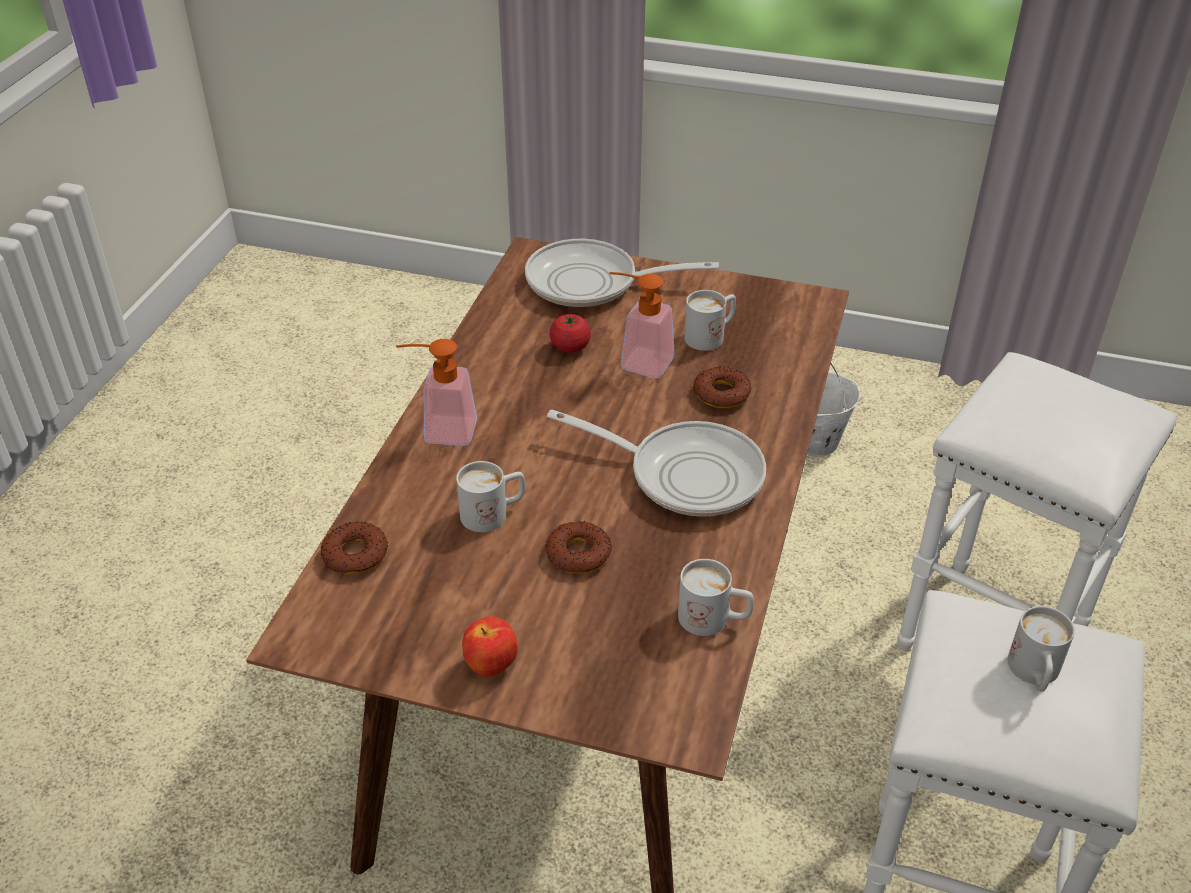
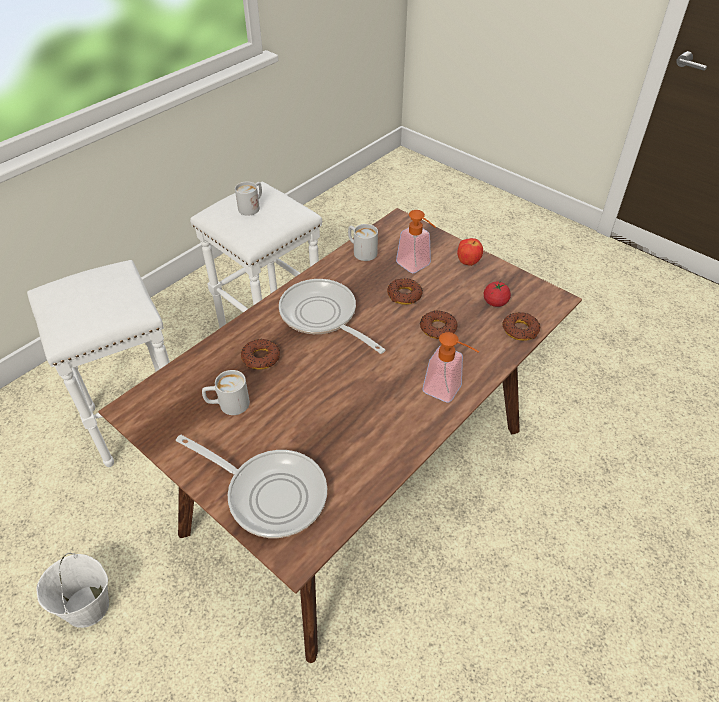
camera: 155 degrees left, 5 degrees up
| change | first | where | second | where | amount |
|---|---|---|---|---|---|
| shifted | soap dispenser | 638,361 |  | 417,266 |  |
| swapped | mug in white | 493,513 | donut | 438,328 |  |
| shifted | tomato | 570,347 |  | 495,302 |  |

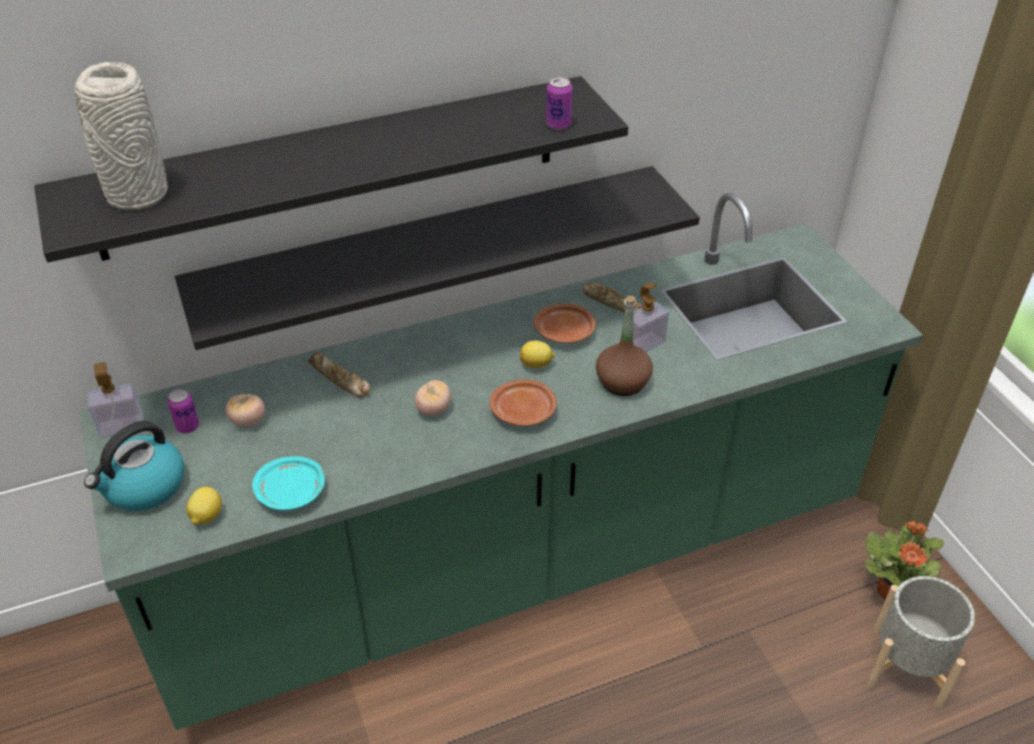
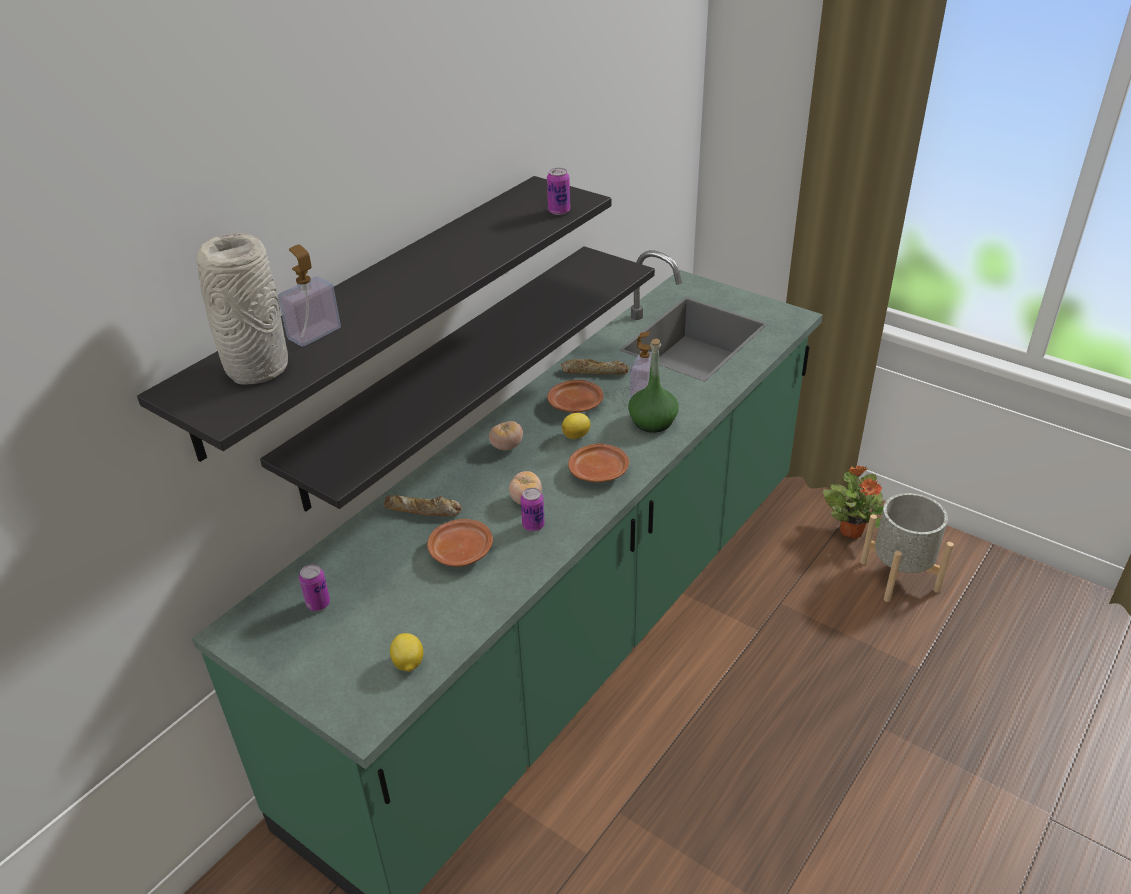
camera: 30 degrees left, 5 degrees down
| change | first | where | second | where | amount |
|---|---|---|---|---|---|
| shifted | soap dispenser | 121,426 |  | 314,333 |  |
| new |  |  | plate in brown | 461,551 |  |
| shifted | tomato | 248,421 |  | 506,446 |  |
| new |  |  | can | 533,525 |  |
| repainted | bottle in brown | 622,382 | bottle in green | 652,422 |  |
| gone | kettle | 144,487 |  |  |  |
| gone | plate in turquoise | 291,492 |  |  |  |

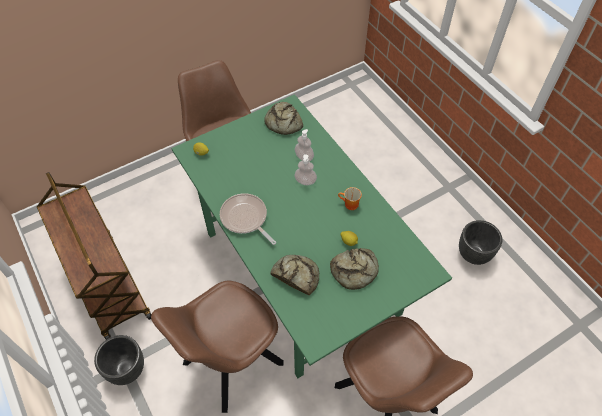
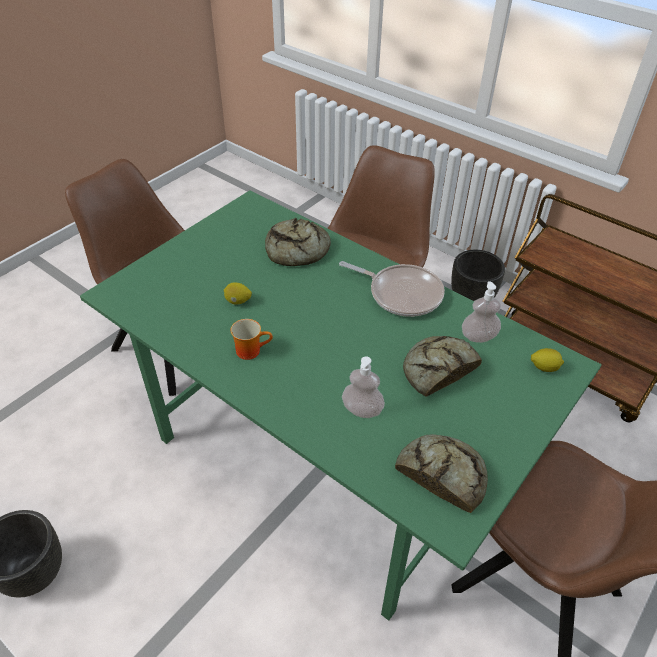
camera: 160 degrees right, 10 degrees down
| change | first | where | second | where | amount |
|---|---|---|---|---|---|
| shifted | bread | 355,271 |  | 437,369 |  |
| shifted | soap dispenser | 305,181 |  | 478,336 |  |

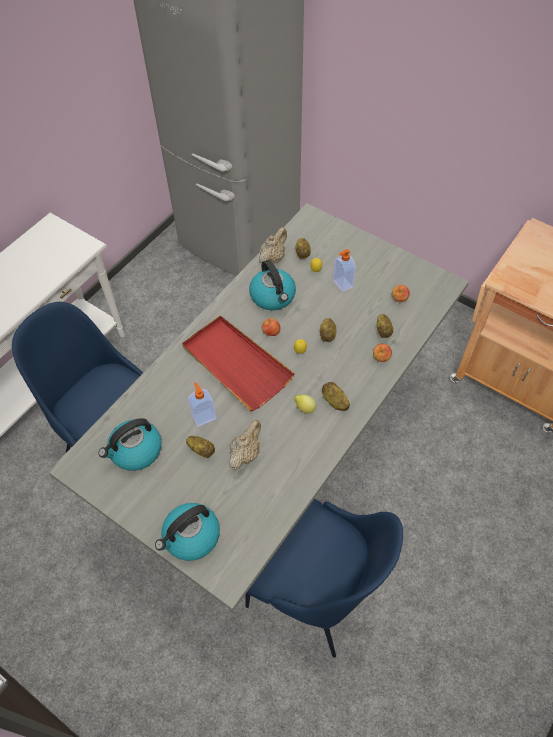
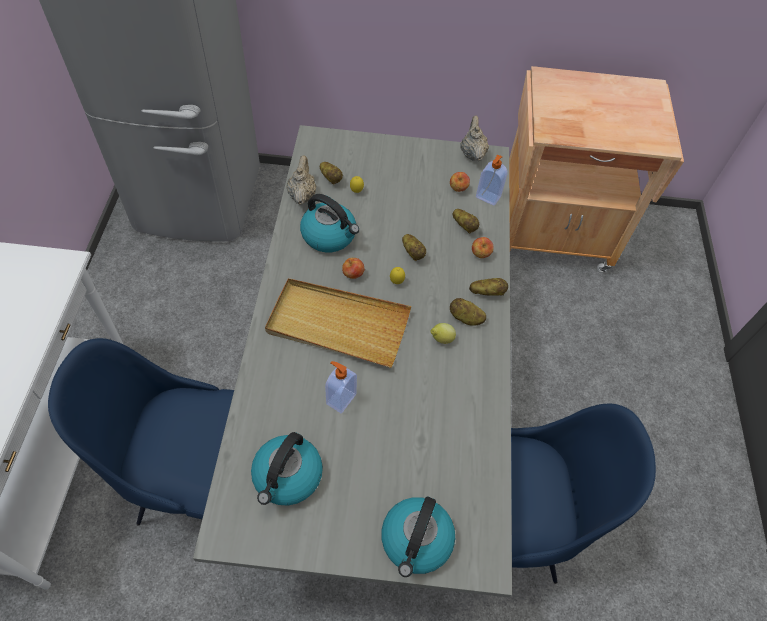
camera: 35 degrees left, 0 degrees up
| change | first | where | second | where | amount |
|---|---|---|---|---|---|
| repainted | tray in red | 236,364 | tray in beige | 337,325 |  |
| shifted | teapot in beige | 245,453 |  | 472,153 |  |
| shifted | potato | 201,450 |  | 487,292 |  |
| shifted | soap dispenser | 342,284 |  | 487,197 |  |

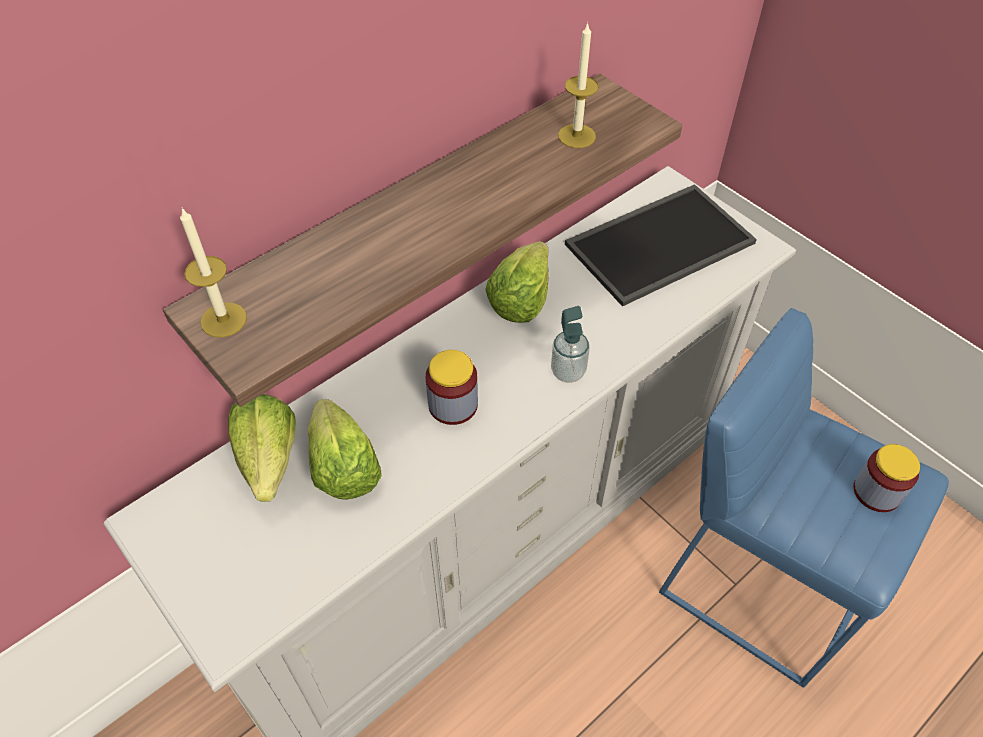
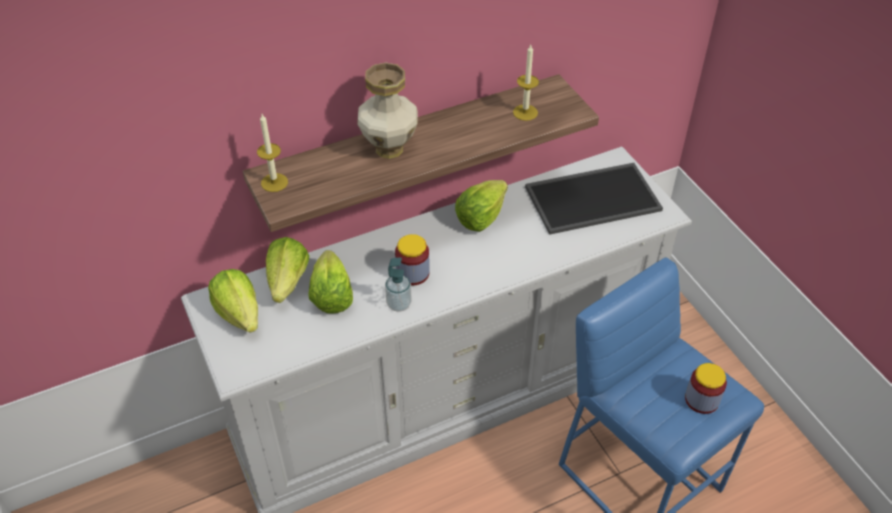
camera: 15 degrees right, 5 degrees down
| change | first | where | second | where | amount |
|---|---|---|---|---|---|
| new |  |  | lettuce | 239,313 |  |
| new |  |  | vase | 390,149 |  |
| shifted | soap dispenser | 568,371 |  | 399,304 |  |

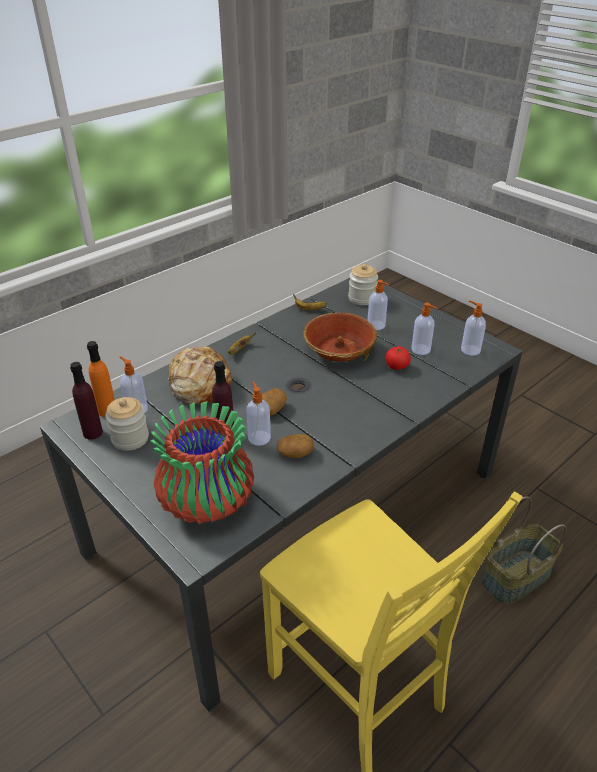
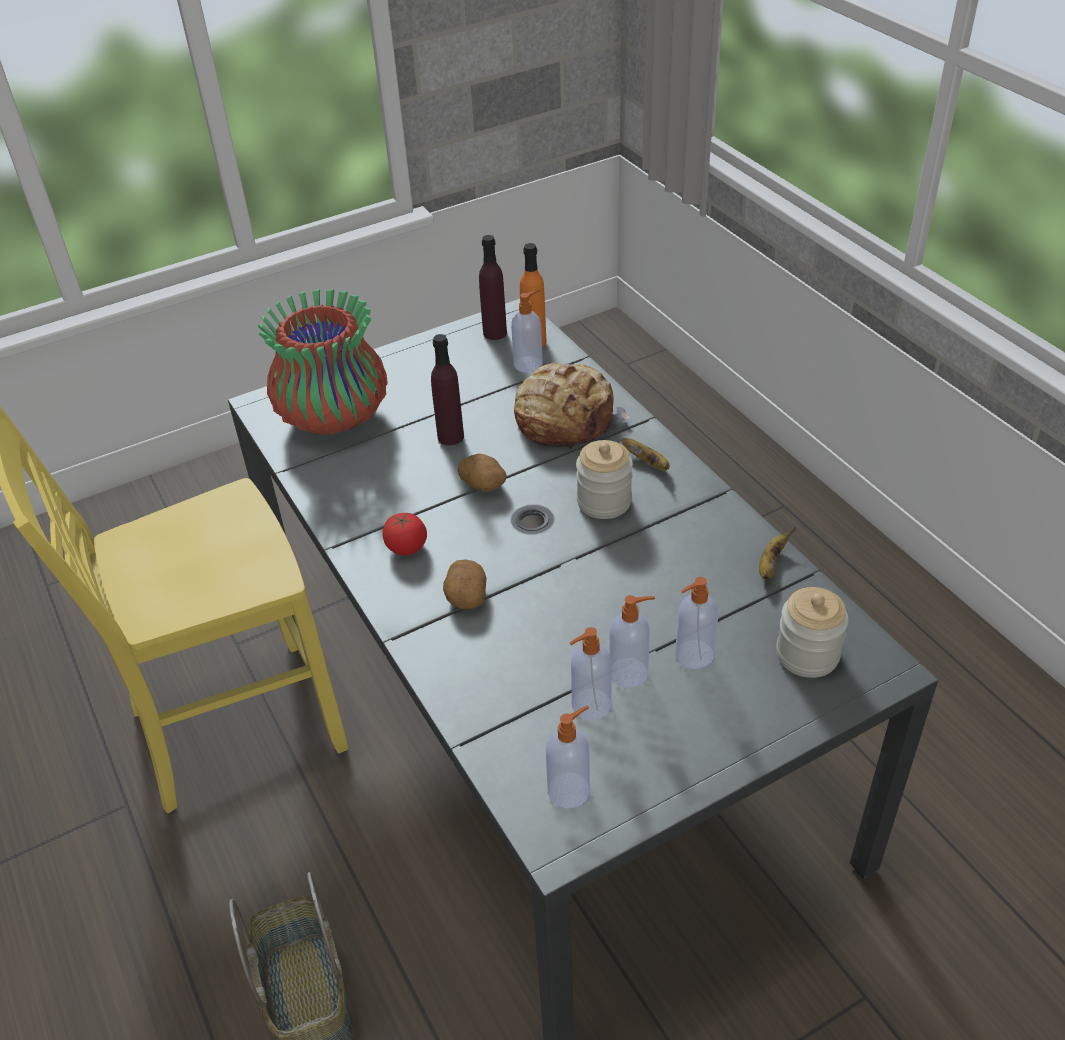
camera: 105 degrees right, 5 degrees up
| change | first | where | second | where | amount |
|---|---|---|---|---|---|
| shifted | tomato | 396,366 |  | 406,546 |  |
| shifted | potato | 295,453 |  | 466,595 |  |
| shifted | jar | 130,438 |  | 604,501 |  |
| shifted | soap dispenser | 259,437 |  | 630,672 |  |
| gone | bowl | 339,351 |  |  |  |

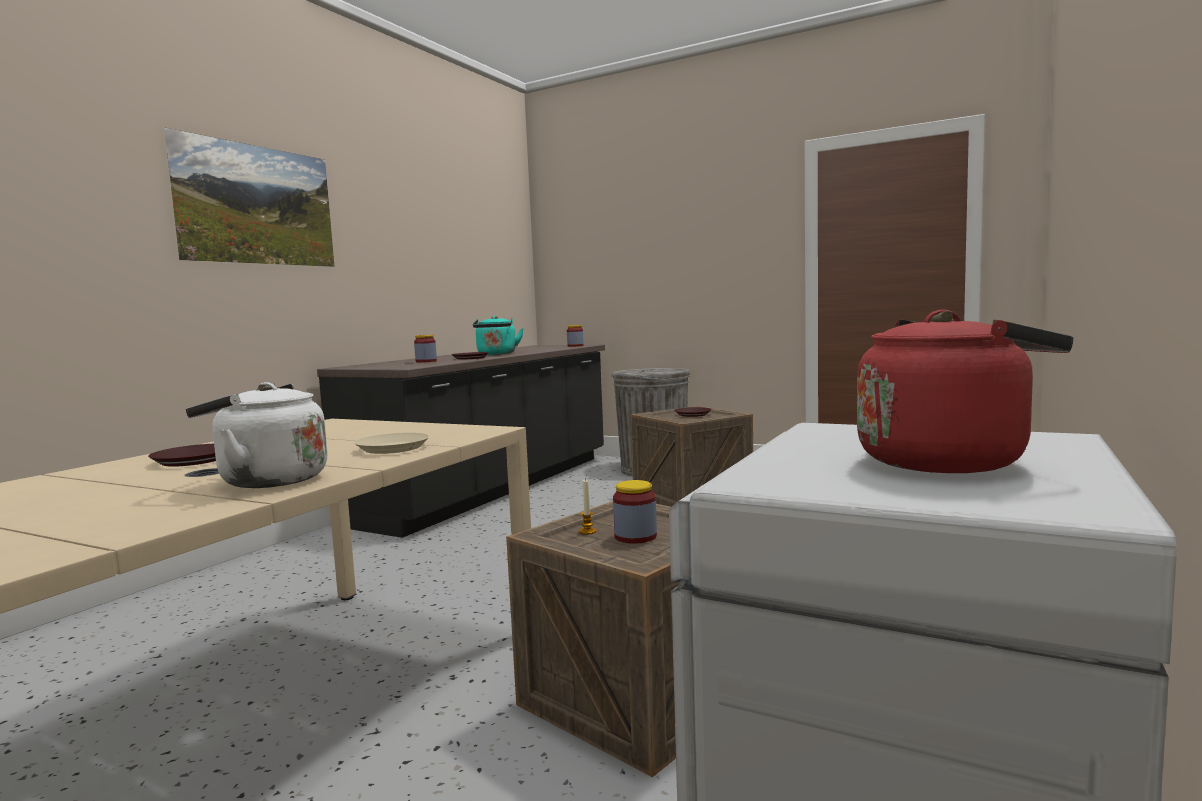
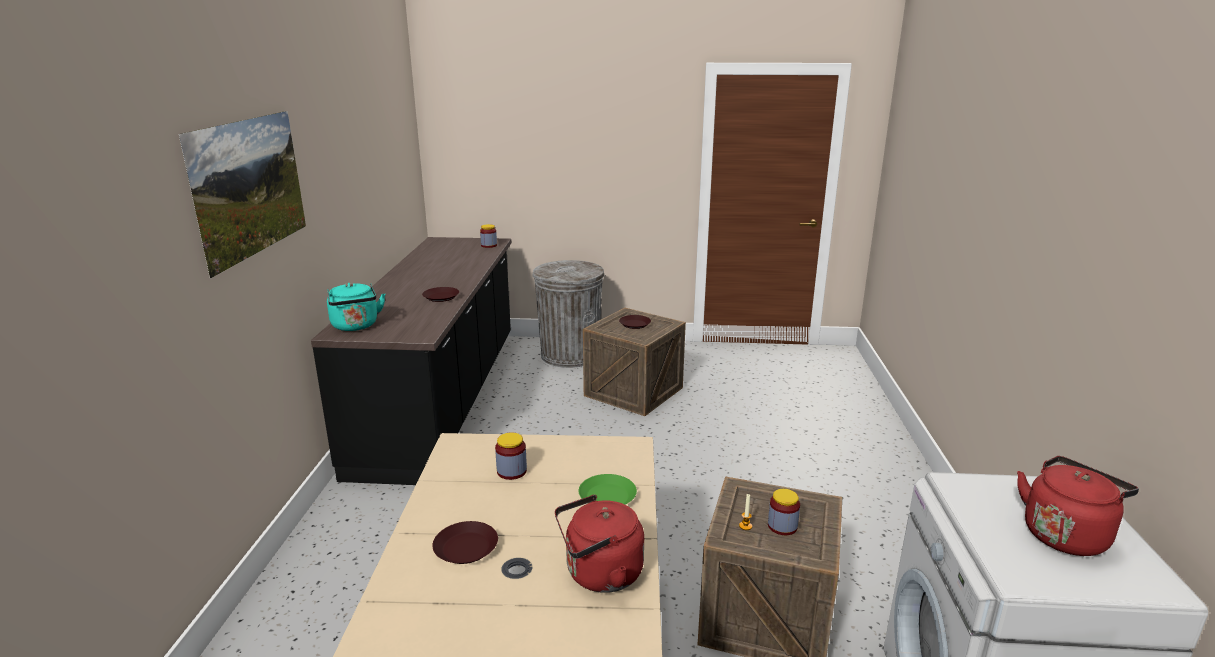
camera: 25 degrees left, 15 degrees up
| change | first | where | second | where | amount |
|---|---|---|---|---|---|
| shifted | kettle in turquoise | 497,354 |  | 356,326 |  |
| shifted | jar | 426,361 |  | 511,471 |  |
| repainted | kettle in white | 267,481 | kettle in red | 599,574 |  |
| repainted | plate in beige | 392,448 | plate in green | 607,497 |  |

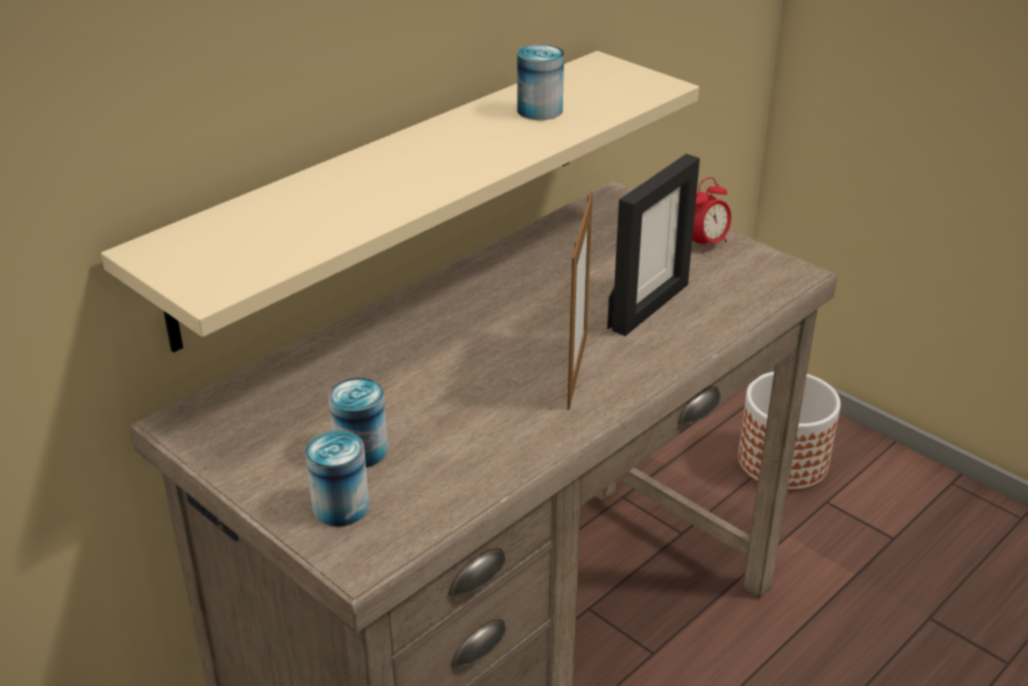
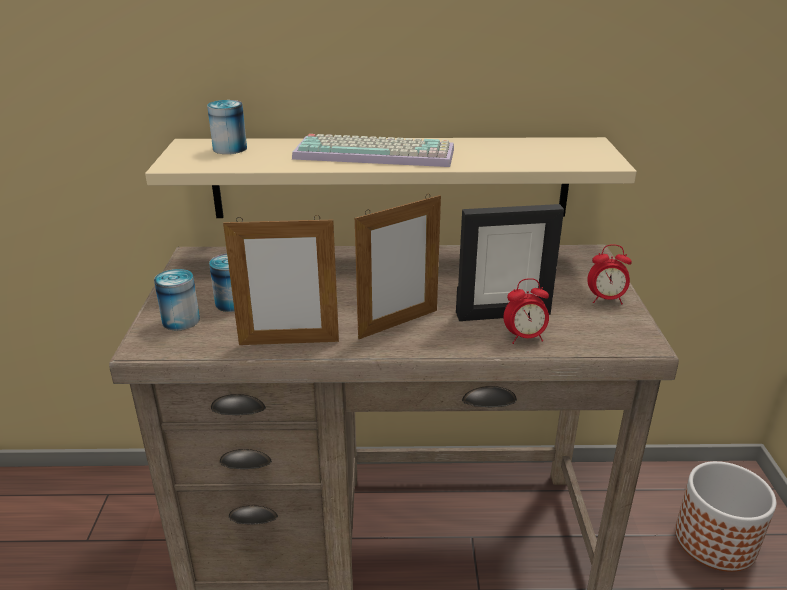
camera: 45 degrees right, 5 degrees down
| change | first | where | second | where | amount |
|---|---|---|---|---|---|
| shifted | can | 539,110 |  | 230,148 |  |
| new |  |  | picture frame | 289,342 |  |
| new |  |  | keyboard | 377,153 |  |
| new |  |  | alarm clock | 524,338 |  |

